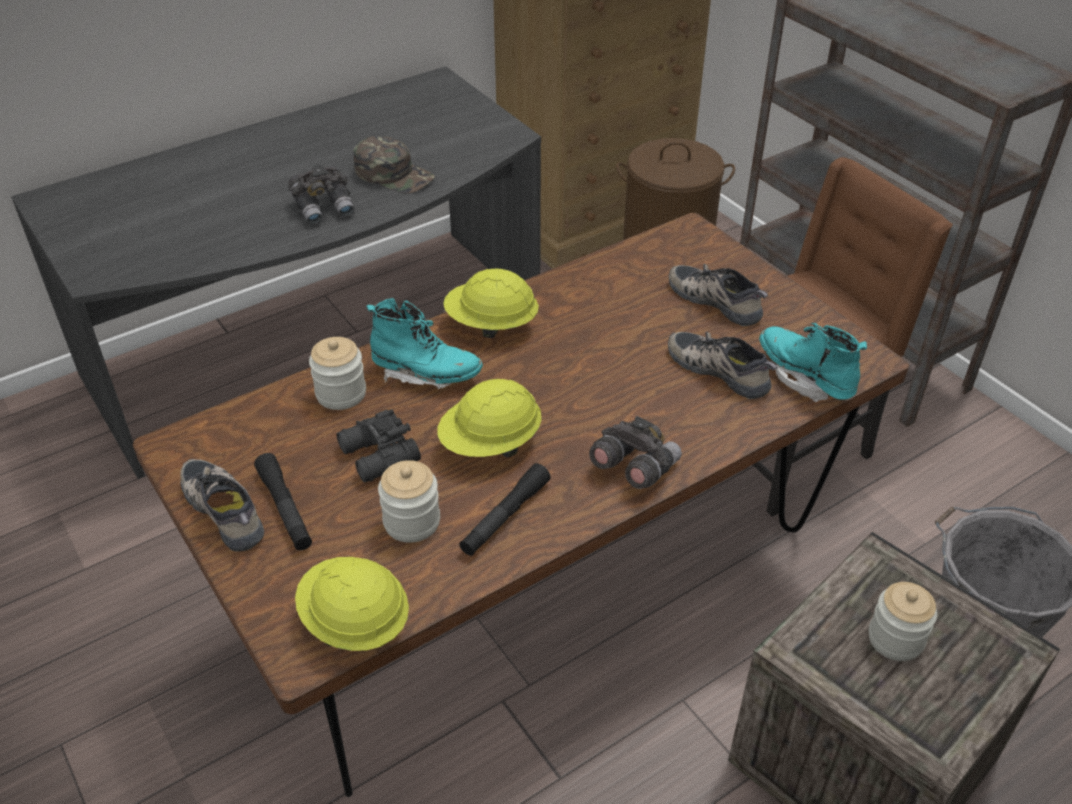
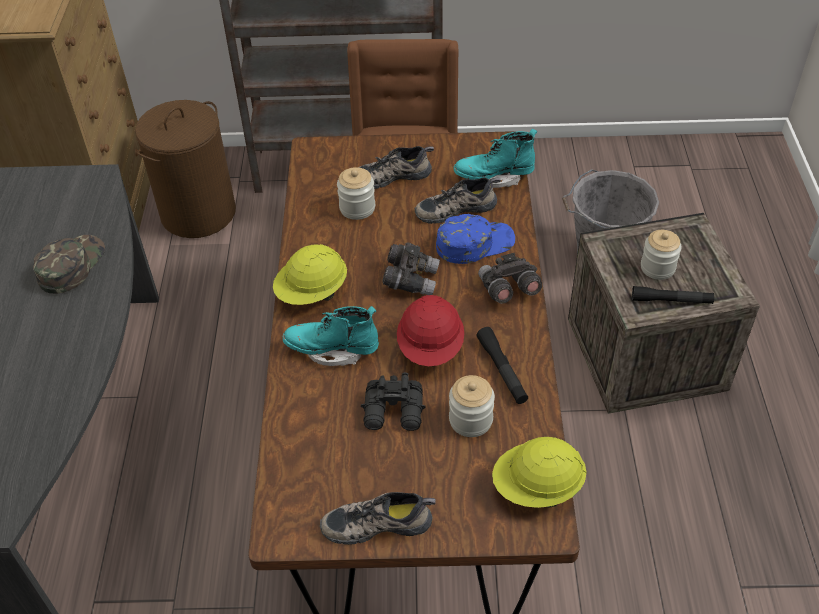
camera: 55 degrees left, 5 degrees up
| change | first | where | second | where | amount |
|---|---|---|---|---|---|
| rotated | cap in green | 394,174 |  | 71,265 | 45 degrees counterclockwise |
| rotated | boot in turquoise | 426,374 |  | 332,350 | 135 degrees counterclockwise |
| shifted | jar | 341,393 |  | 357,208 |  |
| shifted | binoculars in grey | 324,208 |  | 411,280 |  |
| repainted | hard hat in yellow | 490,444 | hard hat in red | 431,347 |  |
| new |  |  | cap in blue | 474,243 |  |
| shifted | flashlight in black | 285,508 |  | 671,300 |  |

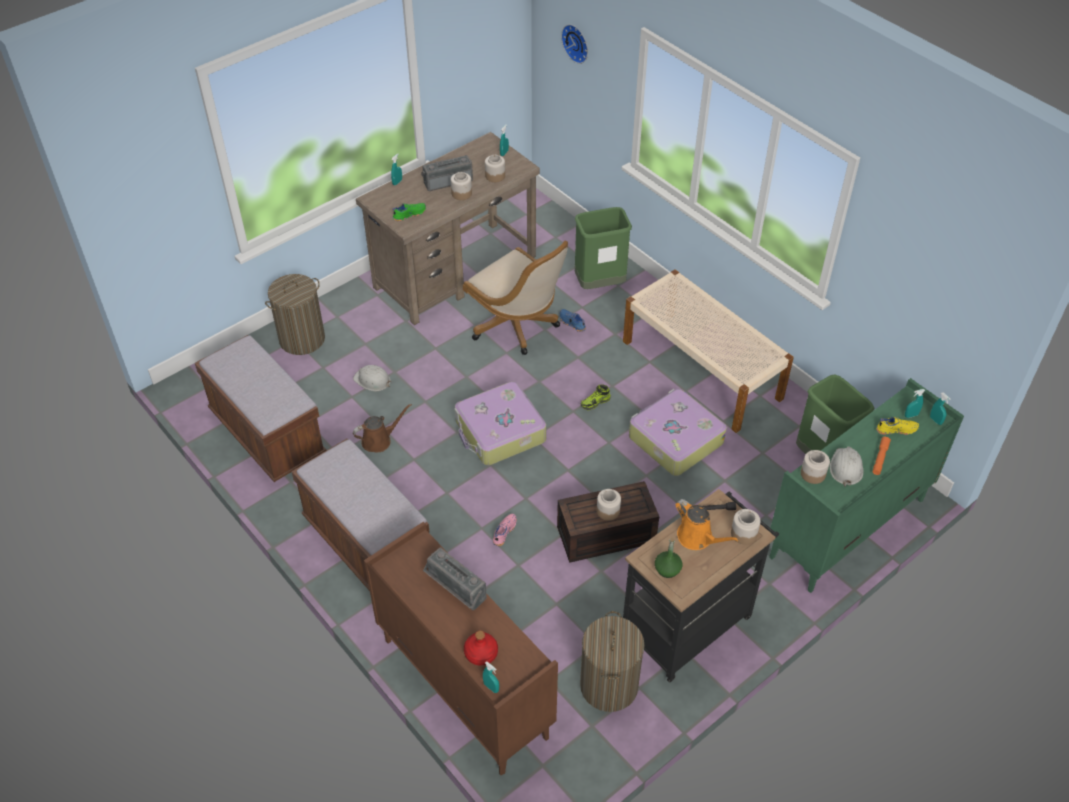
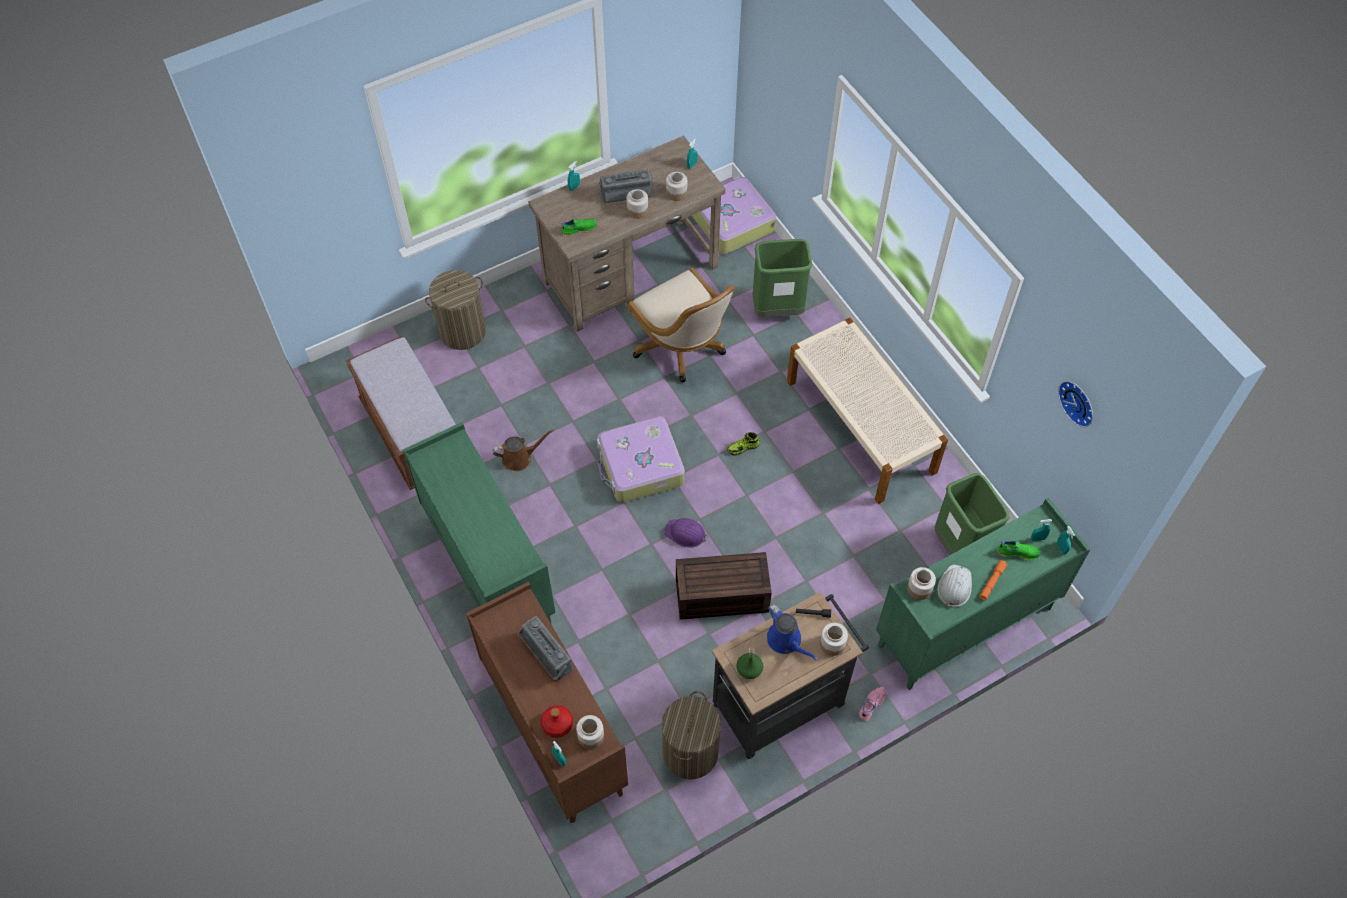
camera: 10 degrees right, 10 degrees up
| change | first | where | second | where | amount |
|---|---|---|---|---|---|
| swapped | bench in brown | 367,545 | cabinet in green | 488,569 |  |
| shifted | jar | 608,511 |  | 590,736 |  |
| new |  |  | hard hat in purple | 685,534 |  |
| shifted | suitcase | 674,440 |  | 731,222 |  |
| repainted | watering can in orange | 697,538 | watering can in blue | 786,641 |  |
| shifted | shoe in pink | 503,532 |  | 871,704 |  |
| repainted | shoe in yellow | 896,429 | shoe in green | 1017,552 |  |
| shifted | wall clock | 577,42 |  | 1078,402 |  |
| gone | hard hat in white | 372,380 |  |  |  |
| gone | shoe in blue | 571,323 |  |  |  |

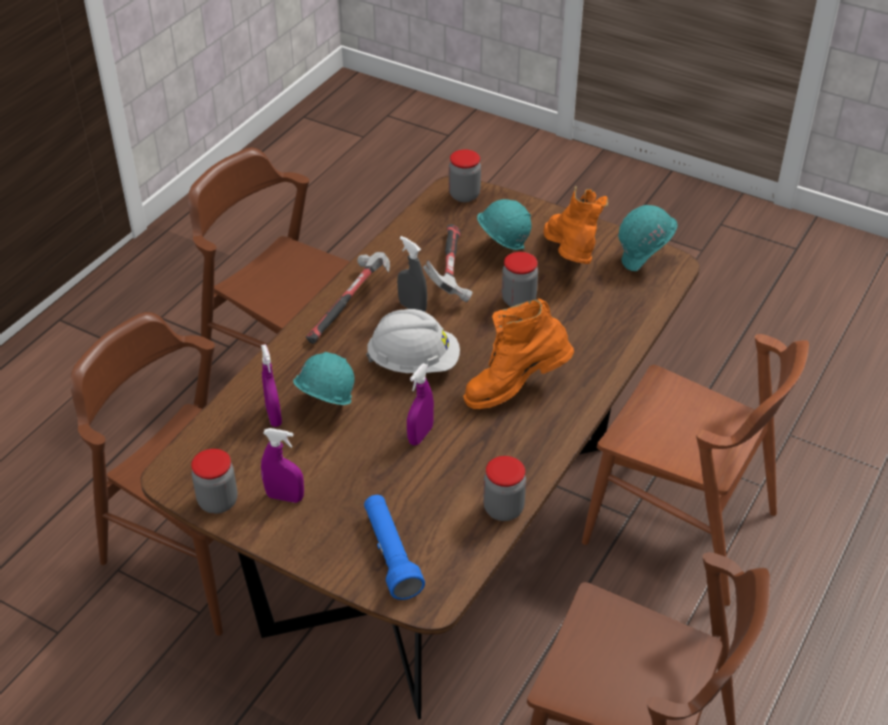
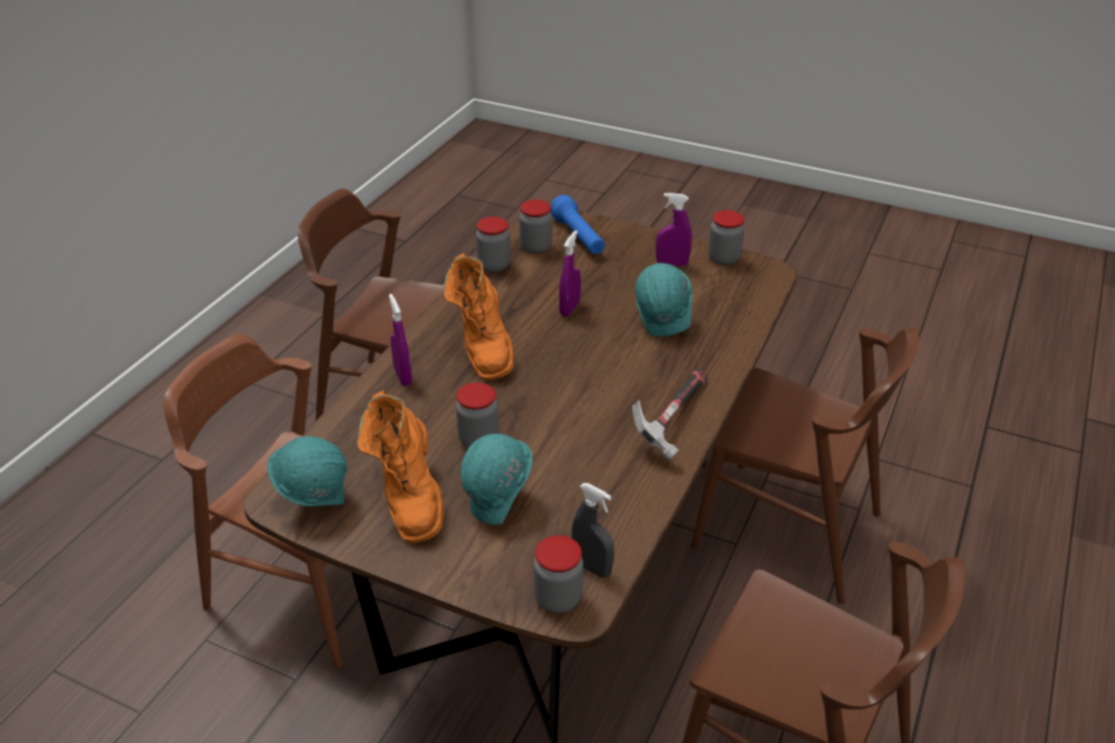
camera: 175 degrees right, 5 degrees down
| change | first | where | second | where | amount |
|---|---|---|---|---|---|
| shifted | spray bottle in purple | 274,416 |  | 403,376 |  |
| rotated | boot in orange | 515,389 |  | 483,349 | 105 degrees clockwise |
| new |  |  | jar | 536,247 |  |
| shifted | spray bottle in grey | 412,308 |  | 592,567 |  |
| gone | hard hat in white | 414,363 |  |  |  |
| gone | hammer | 450,272 |  |  |  |

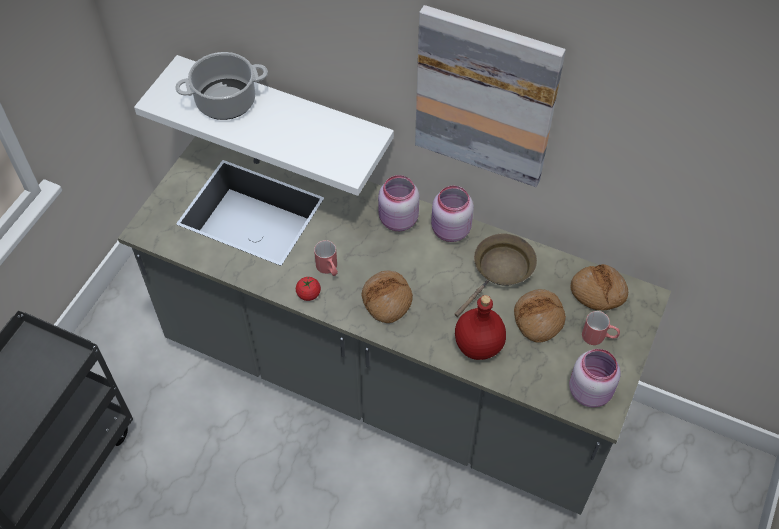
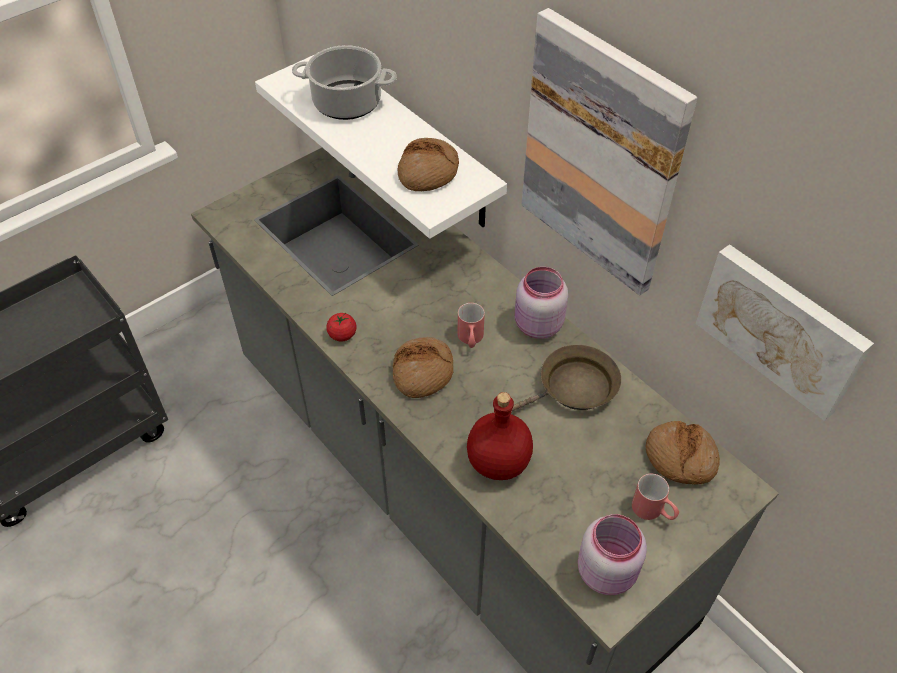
camera: 25 degrees right, 5 degrees down
| change | first | where | second | where | amount |
|---|---|---|---|---|---|
| shifted | bread | 538,319 |  | 428,173 |  |
| shifted | mug in red | 329,269 |  | 470,340 |  |
| new |  |  | picture | 782,328 |  |
| gone | jar in pink | 397,220 |  |  |  |

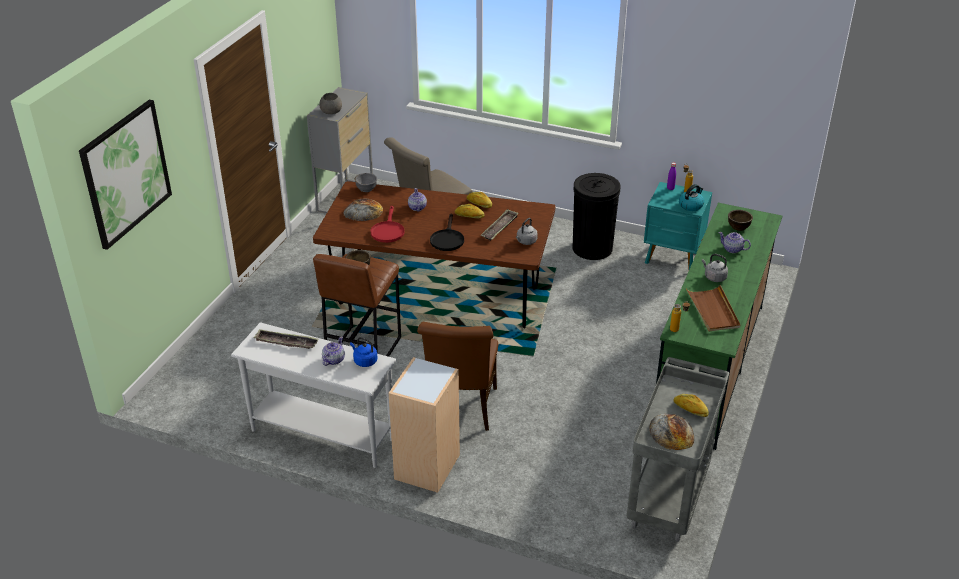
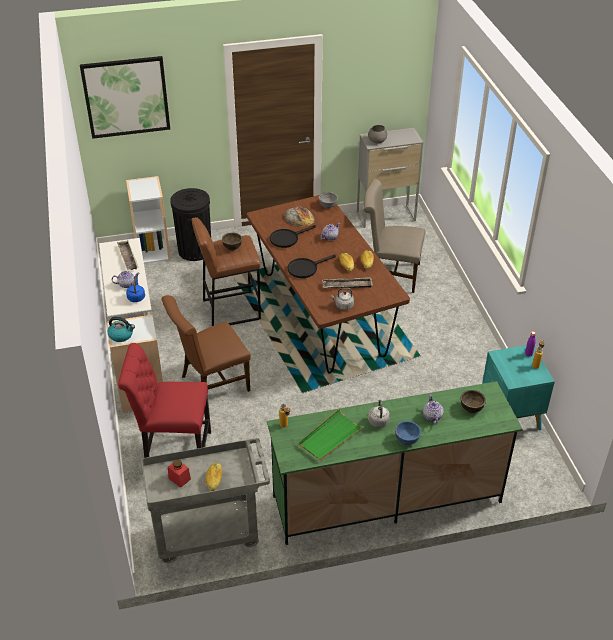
camera: 55 degrees right, 5 degrees up
| change | first | where | second | where | amount |
|---|---|---|---|---|---|
| shifted | kettle | 691,205 |  | 121,335 |  |
| new |  |  | chair in red | 173,450 |  |
| new |  |  | bookcase | 153,251 |  |
| swapped | bread | 671,432 | jar in red | 179,479 |  |
| shifted | trash can in black | 592,248 |  | 195,250 |  |
| repainted | frying pan in red | 387,231 | frying pan in black | 287,238 |  |
| repainted | tray in brown | 713,310 | tray in green | 330,437 |  |
| new |  |  | bowl in blue | 406,439 |  |

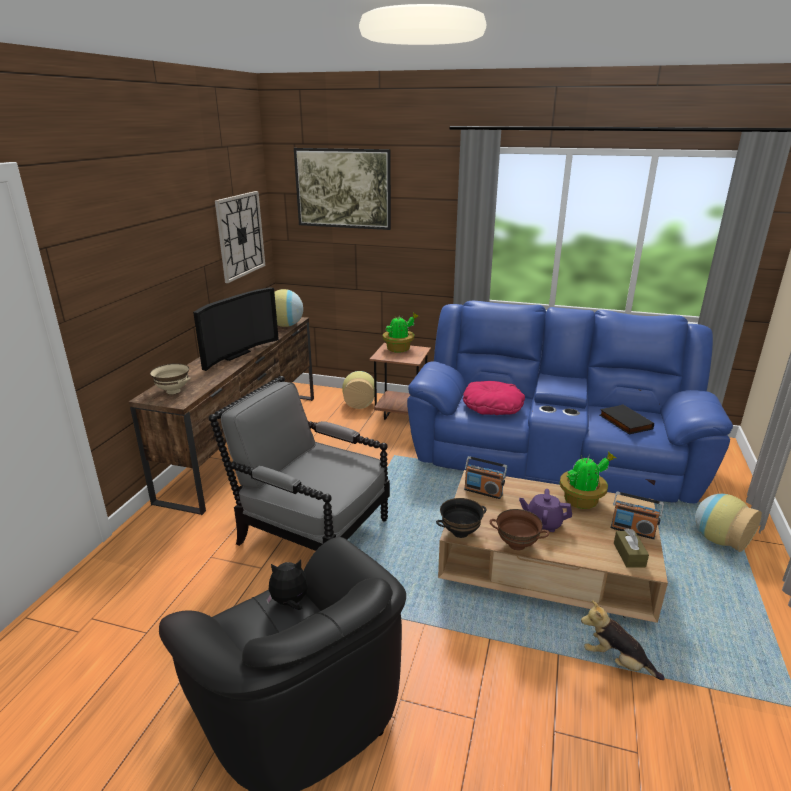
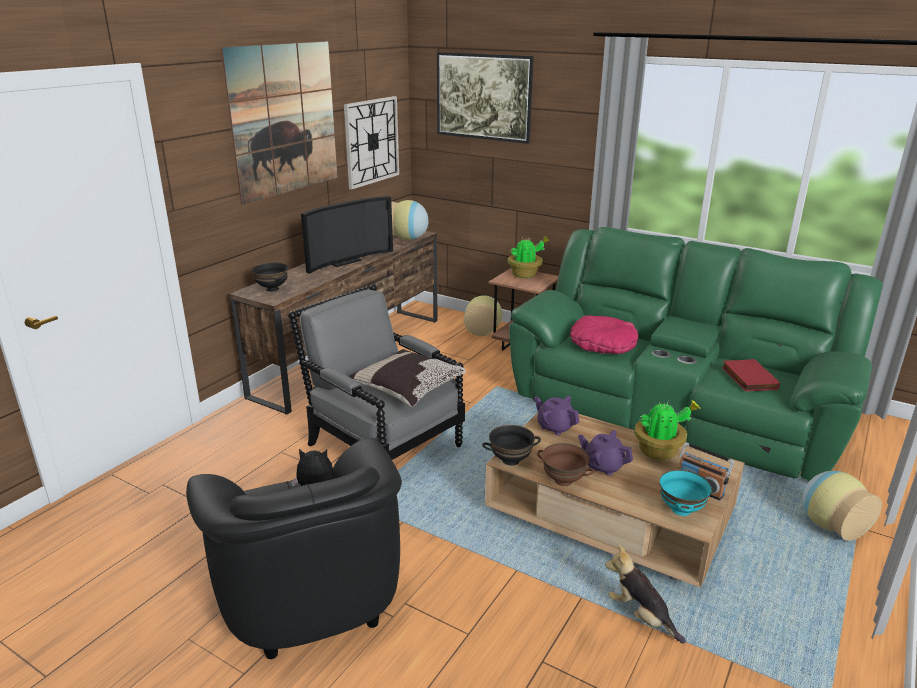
camera: 15 degrees right, 0 degrees up
| change | first | where | second | where | amount |
|---|---|---|---|---|---|
| new |  |  | picture | 284,120 |  |
| repainted | bowl in beige | 173,391 | bowl in black | 272,289 |  |
| new |  |  | pillow | 408,388 |  |
| repainted | sofa in blue | 552,454 | sofa in green | 674,409 |  |
| swapped | radio | 483,491 | teapot in purple | 555,427 |  |
| swapped | tissue box in brown | 629,555 | bowl in turquoise | 681,510 |  |
| repainted | book in black | 624,422 | book in red | 747,378 |  |

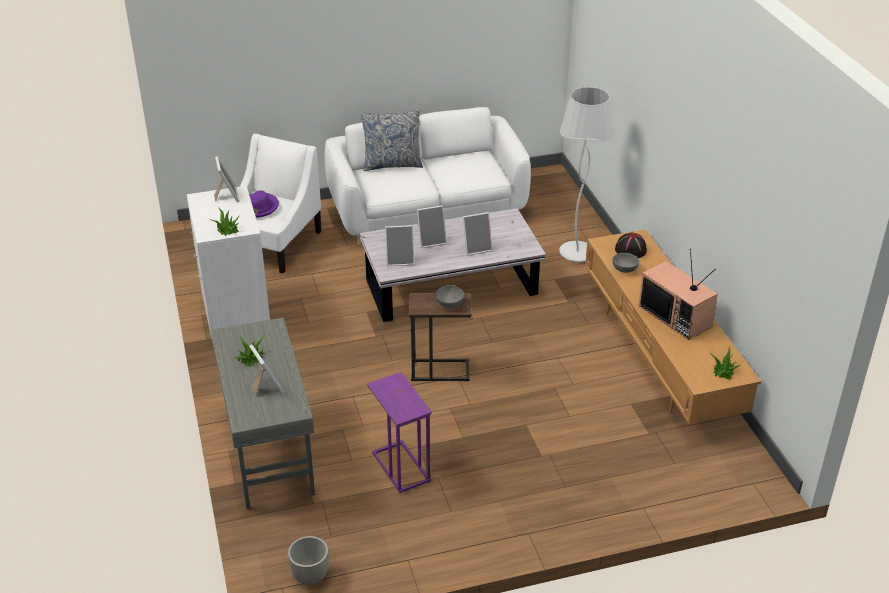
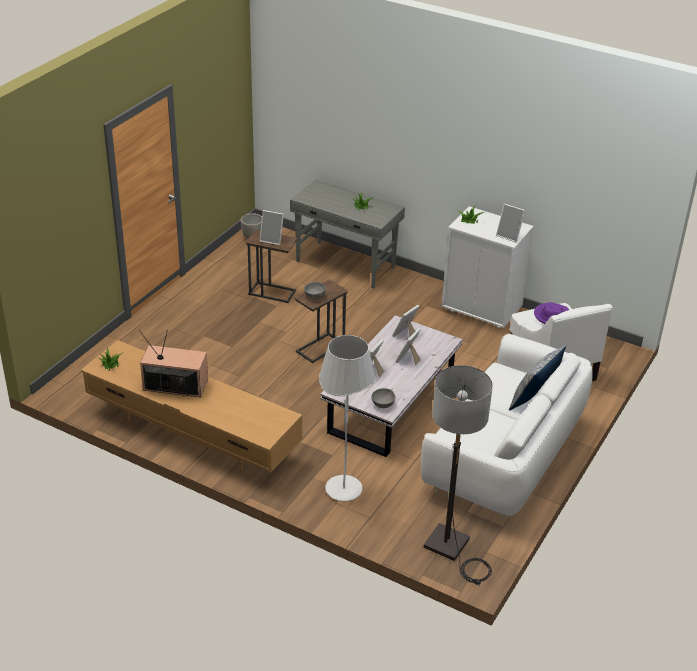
camera: 135 degrees right, 0 degrees up
| change | first | where | second | where | amount |
|---|---|---|---|---|---|
| repainted | side table in purple | 401,467 | side table in brown | 271,293 |  |
| shifted | picture frame | 266,387 |  | 272,239 |  |
| shifted | bowl in grey | 624,269 |  | 383,404 |  |
| new |  |  | floor lamp | 454,552 |  |
| gone | hat in black | 630,250 |  |  |  |

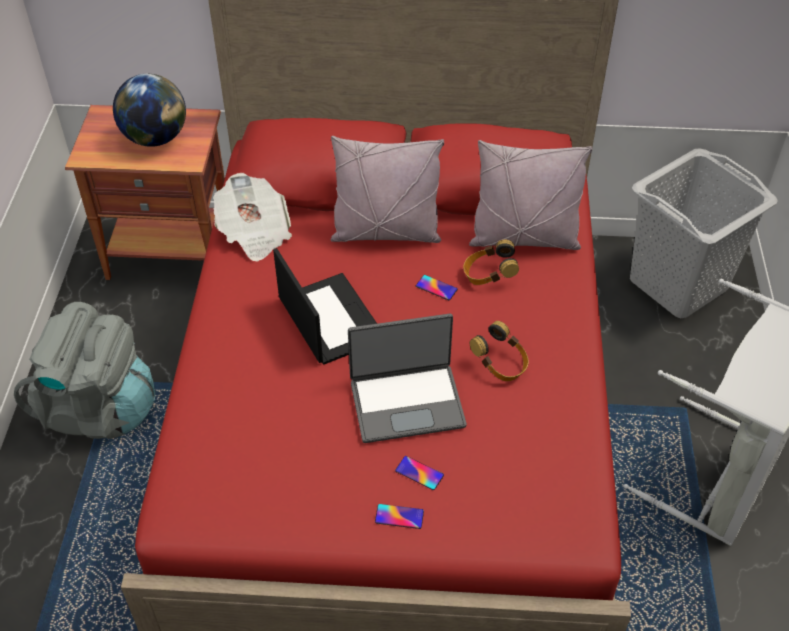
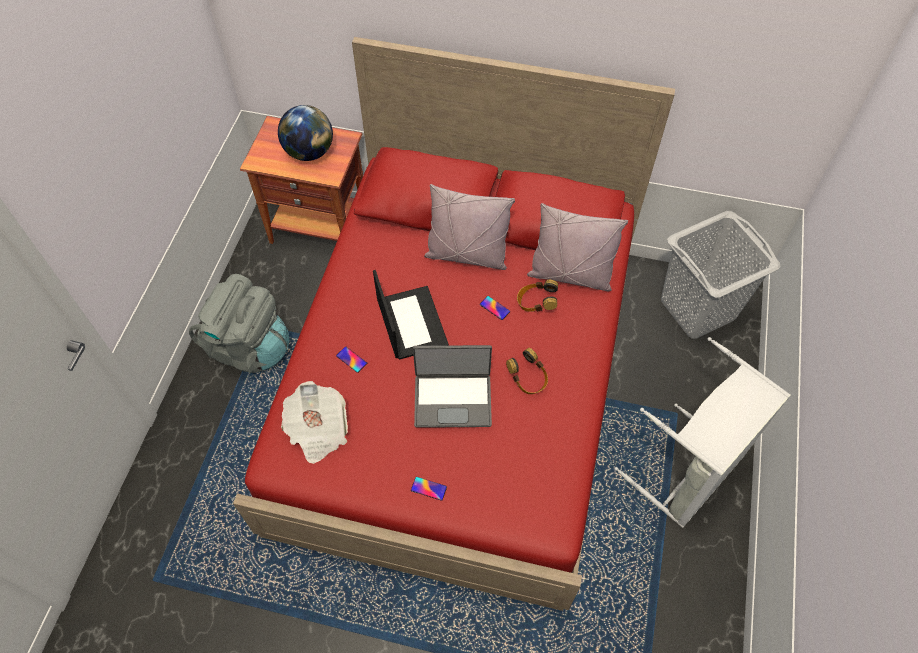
camera: 10 degrees right, 10 degrees up
| change | first | where | second | where | amount |
|---|---|---|---|---|---|
| shifted | newspaper | 254,233 |  | 317,430 |  |
| shifted | phone | 419,473 |  | 351,359 |  |

